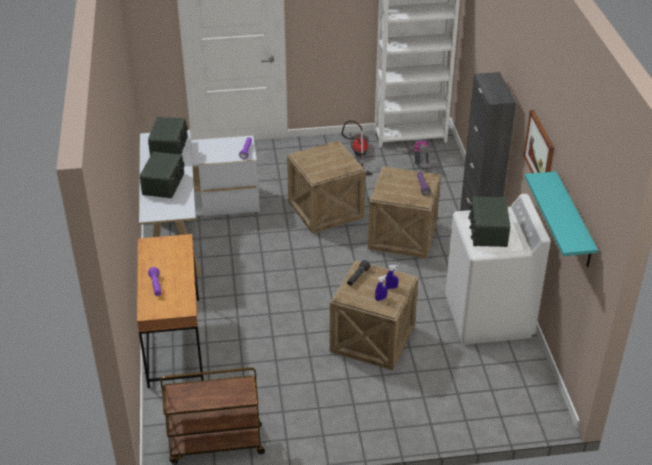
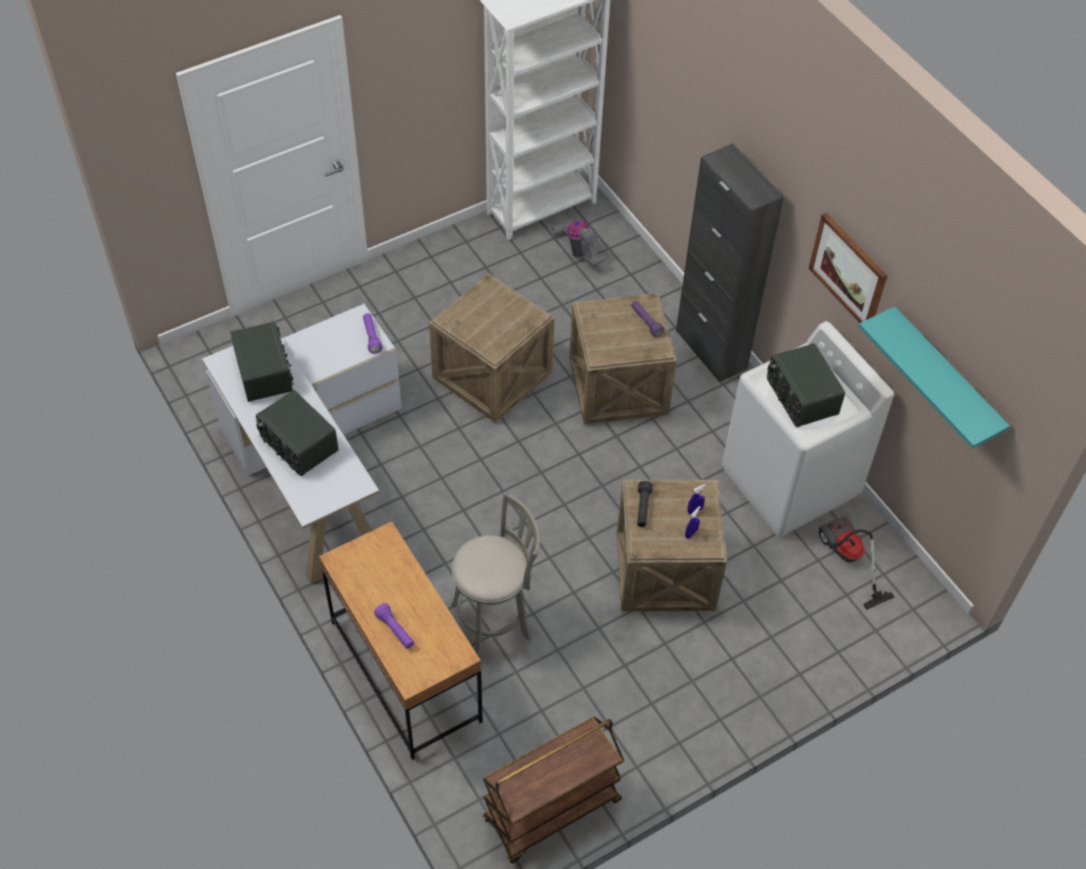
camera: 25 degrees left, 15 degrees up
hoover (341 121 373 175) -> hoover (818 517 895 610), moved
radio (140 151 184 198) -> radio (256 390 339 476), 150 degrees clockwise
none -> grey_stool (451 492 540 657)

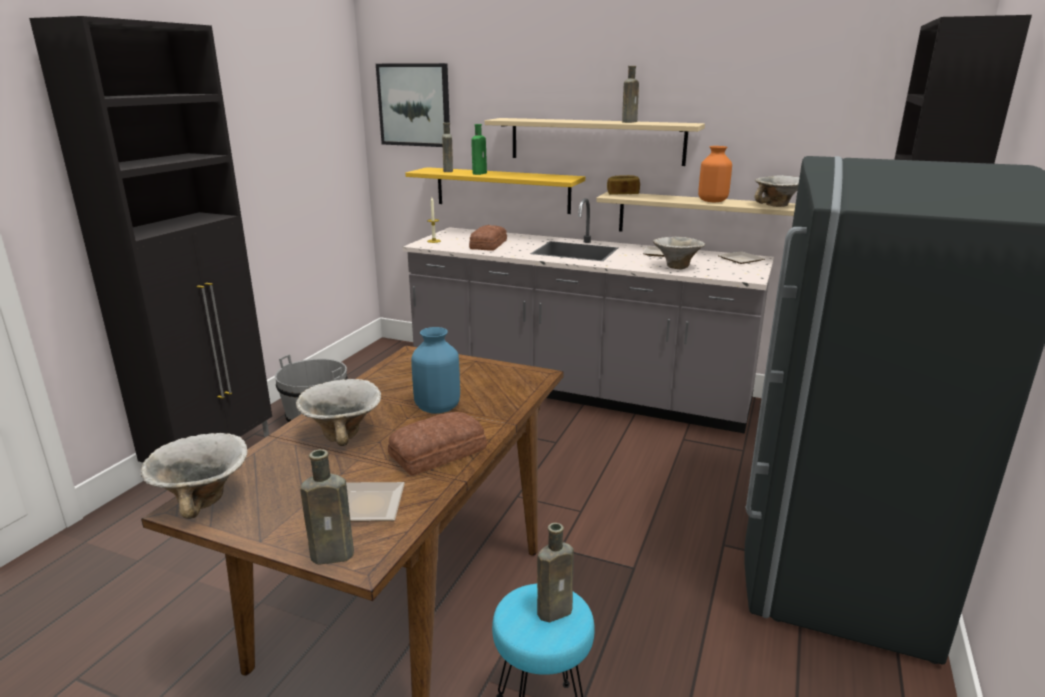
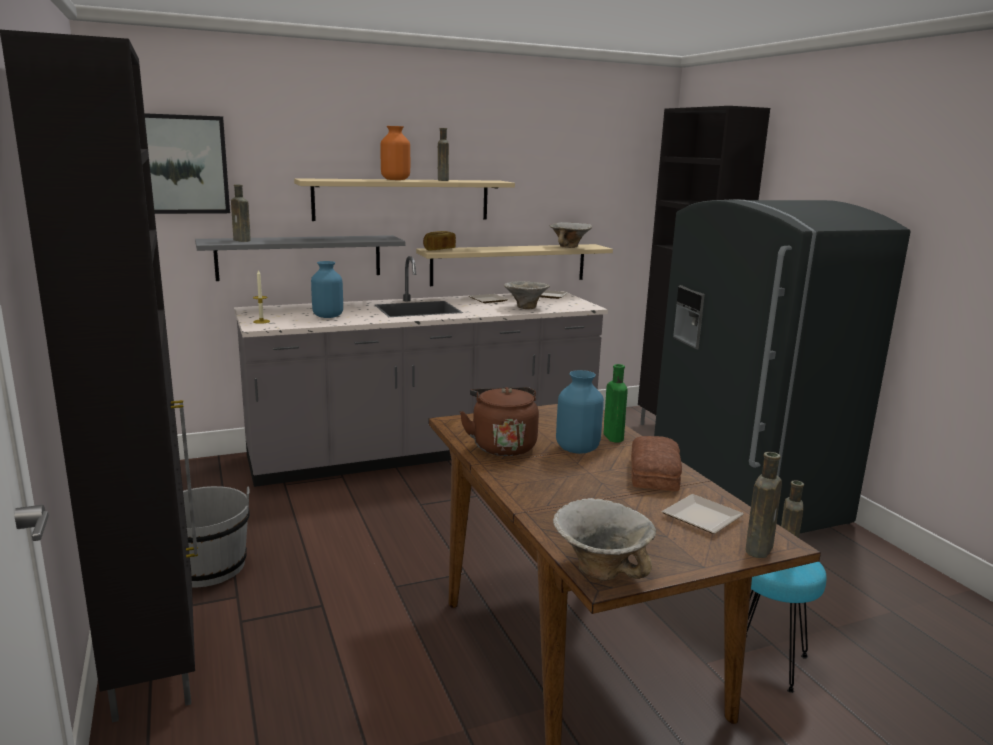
camera: 45 degrees left, 5 degrees down
green-coloured_bottle (471 124 487 175) -> green-coloured_bottle (604 364 628 442), moved
orangey_flower_vase (698 146 732 202) -> orangey_flower_vase (380 126 410 180), moved
yellowish_wall_shelf (405 167 585 214) -> grey_wall_shelf (195 235 406 281)
baked_bread (469 225 507 251) -> blue_flower_vase (311 261 343 318)
deep_dish (296 379 381 446) -> none
none -> brownish_water_kettle (460 387 539 456)

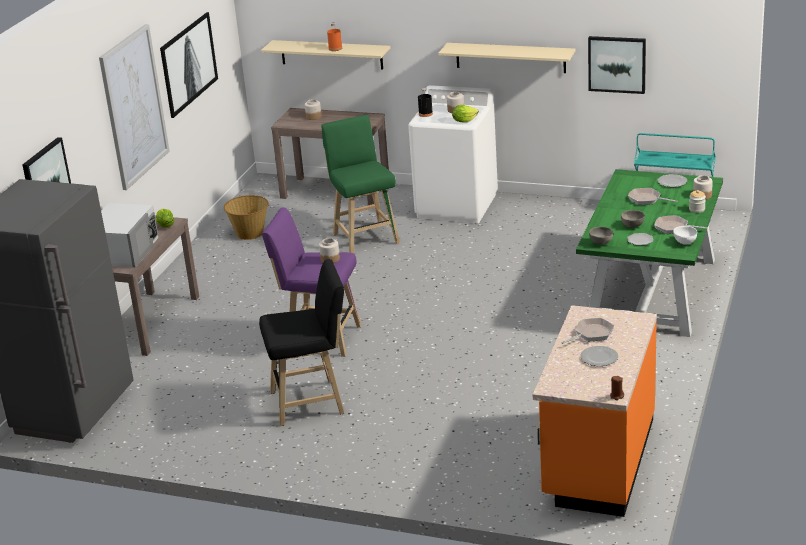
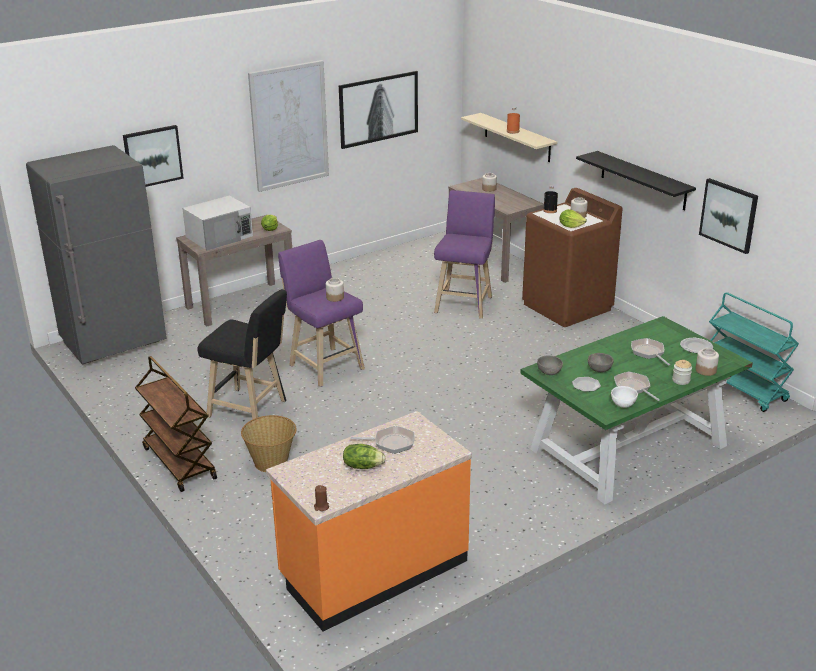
camera: 35 degrees right, 0 degrees up
beige-coloured_wall_shelf (438 43 575 73) -> black_wall_shelf (576 151 696 211)
whitish_laundry_appliance (408 85 498 223) -> brownish_laundry_appliance (522 188 622 327)
green-coloured_stool (321 115 400 253) -> purple-coloured_stool (434 190 495 319)
household_basket (224 195 269 240) -> household_basket (241 415 297 472), moved
plate (580 346 618 366) -> lettuce (343 444 385 469)
none -> brownish_wheeled_cart (135 356 217 492)

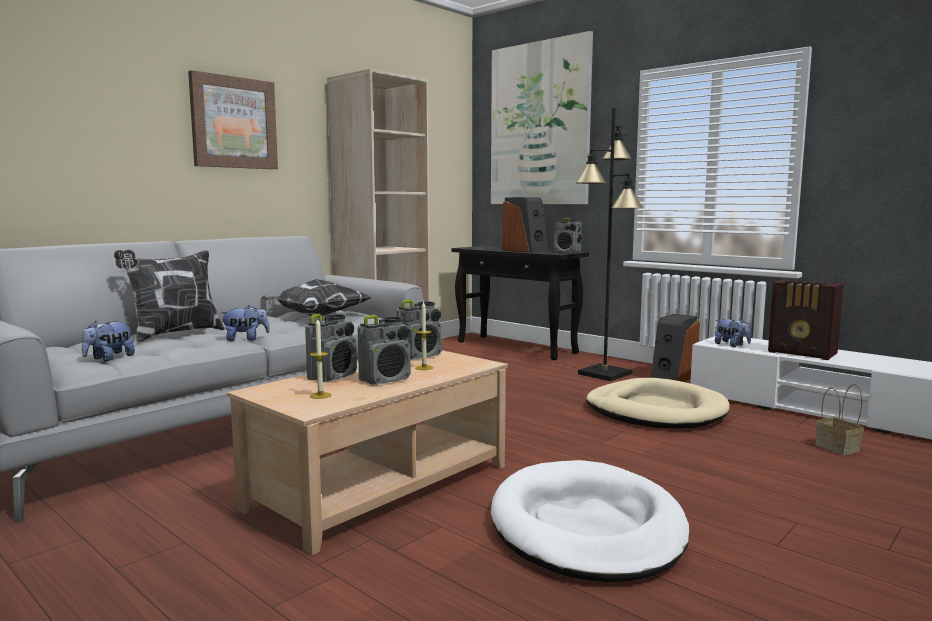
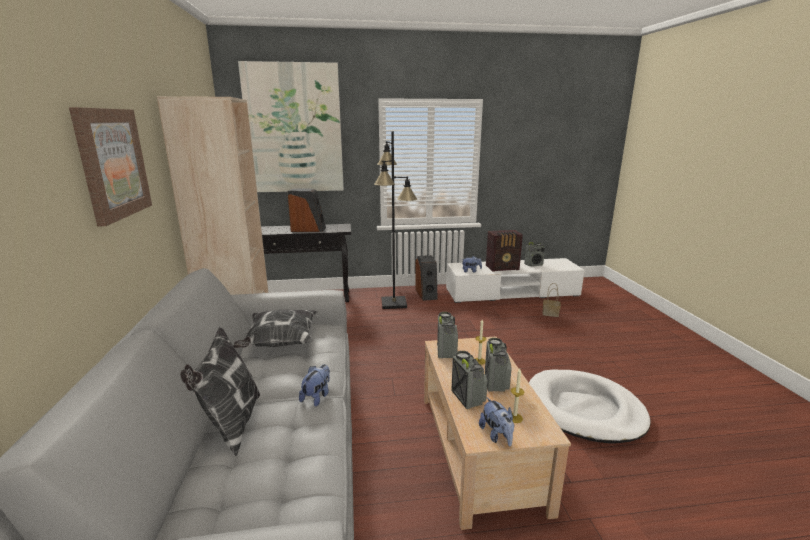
camera: 50 degrees left, 10 degrees up
radio (554 218 582 253) -> radio (524 242 545 267), moved
cuddly_toy (82 321 135 361) -> cuddly_toy (479 397 514 446), moved
beige-coloured_dog_cushion (586 378 730 429) -> none

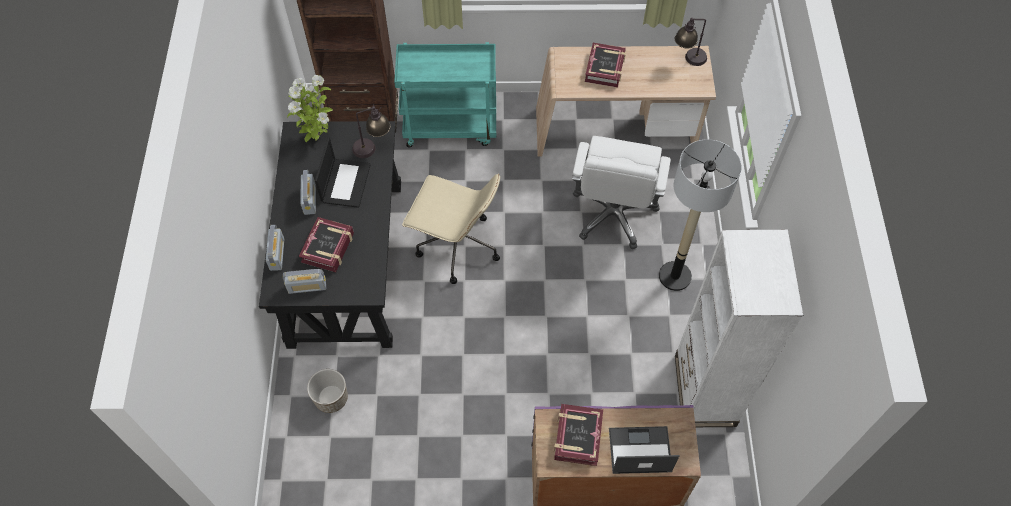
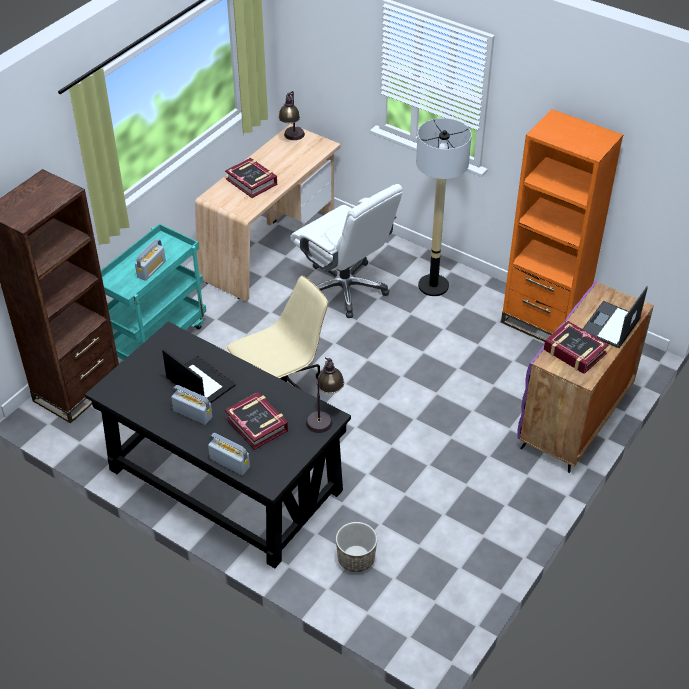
camera: 55 degrees left, 15 degrees down
plant_in_a_pot (288 75 333 142) -> none
table_lamp (352 104 390 158) -> table_lamp (306 357 344 433), moved
whitish_bookshelf (675 230 803 427) -> orangey_bookshelf (501 109 623 342)
radio (283 269 326 294) -> radio (135 239 166 281), moved

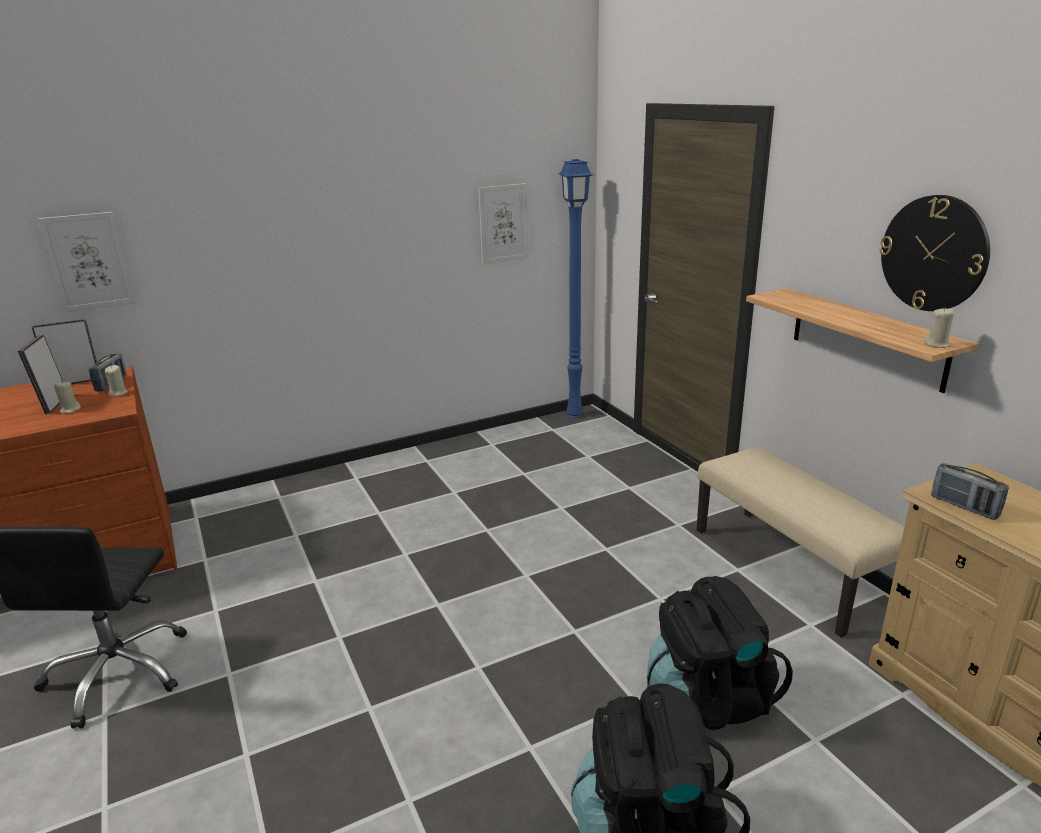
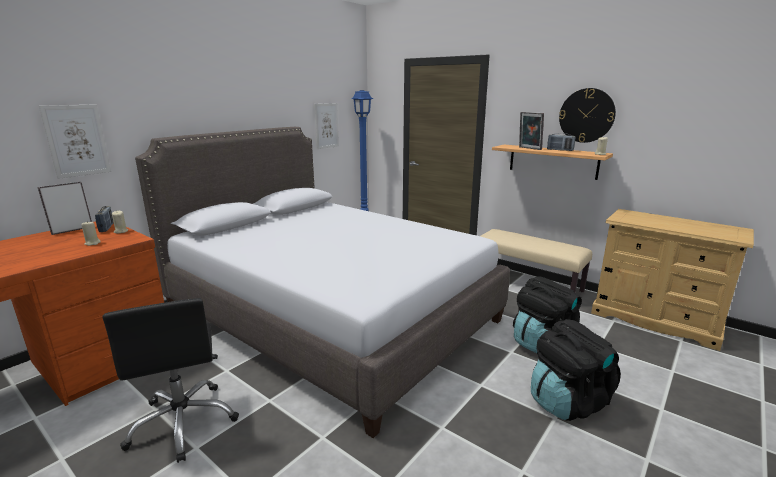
camera: 25 degrees left, 5 degrees down
picture_frame (18 334 63 414) -> picture_frame (519 112 544 150), moved
radio (931 463 1009 520) -> radio (547 133 576 151), moved
none -> grey_sleeping_bed (135 127 510 438)

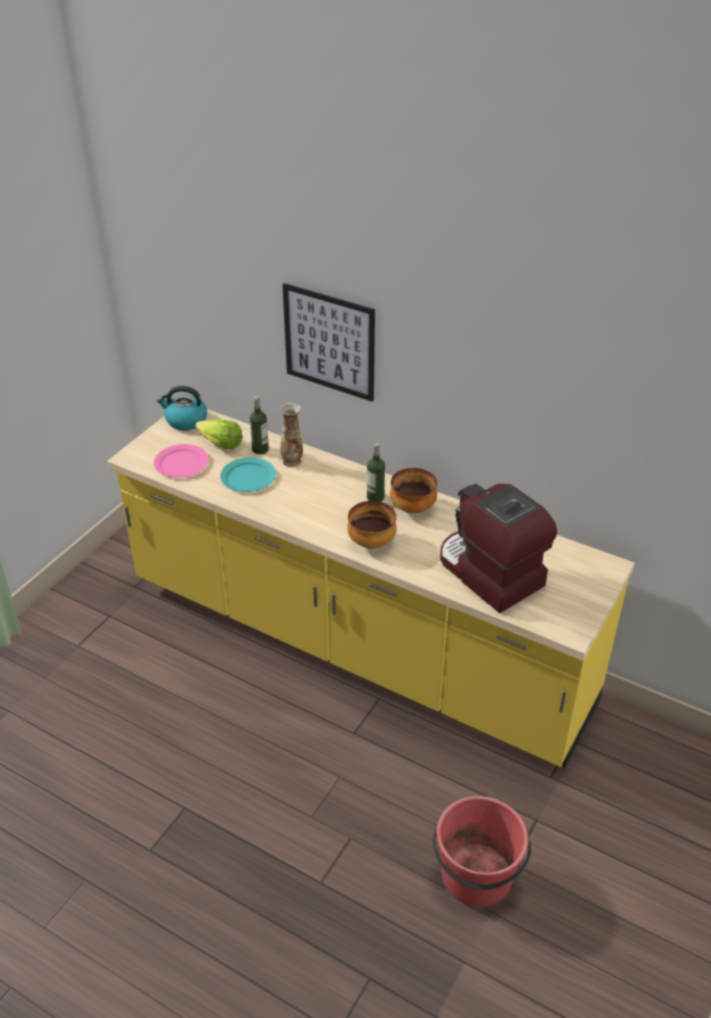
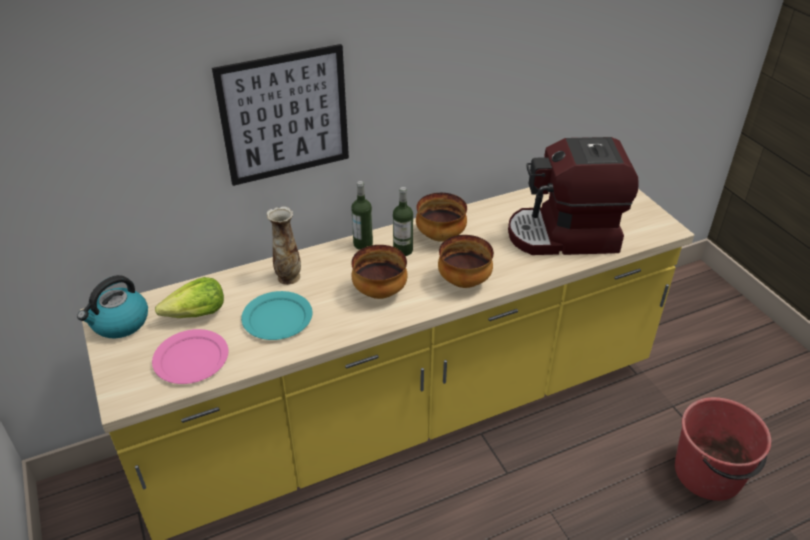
camera: 55 degrees left, 0 degrees up
bottle (250 396 269 454) -> bottle (351 181 373 250), moved
none -> deep_dish (351 245 407 299)

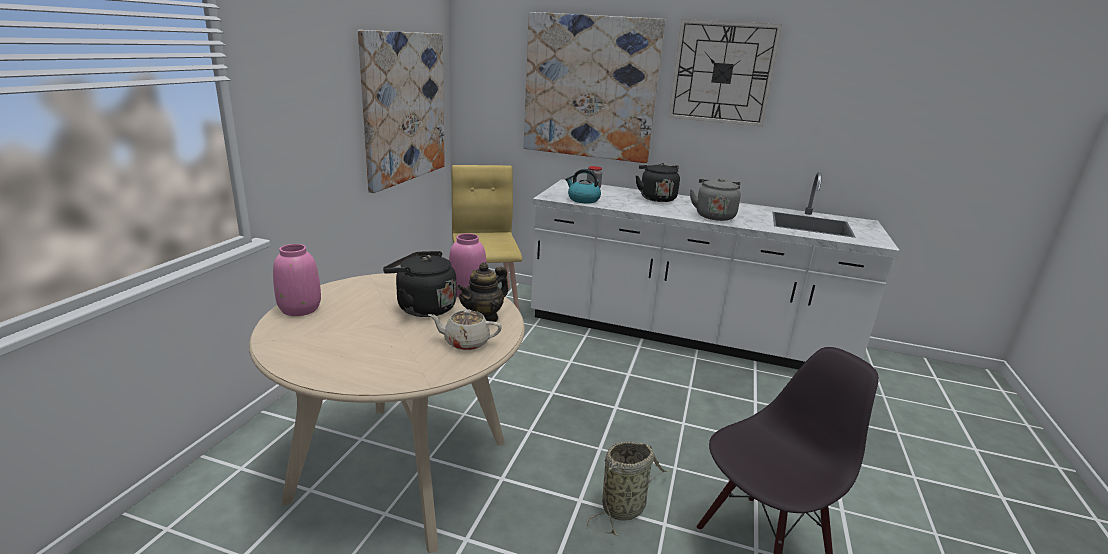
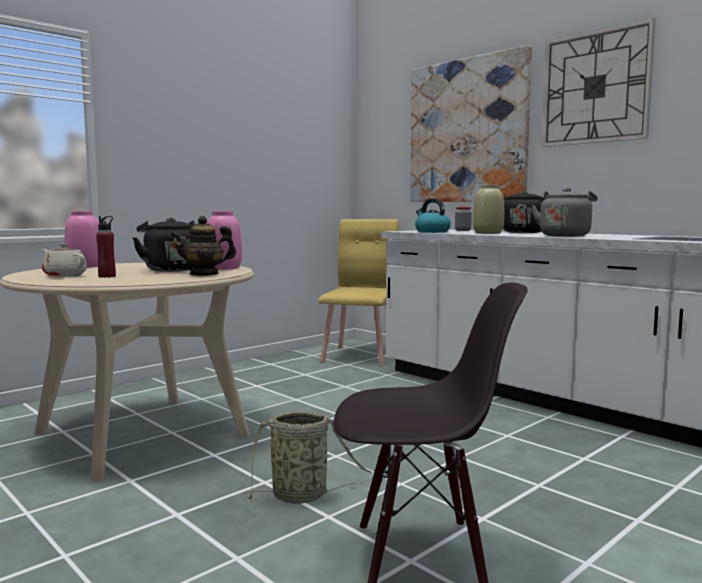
camera: 30 degrees right, 15 degrees down
picture (358 30 445 193) -> none
beige-coloured_teapot (428 309 502 350) -> beige-coloured_teapot (42 243 87 277), moved
none -> beige-coloured_flower_vase (473 184 504 234)
none -> red_bottle (96 216 116 278)

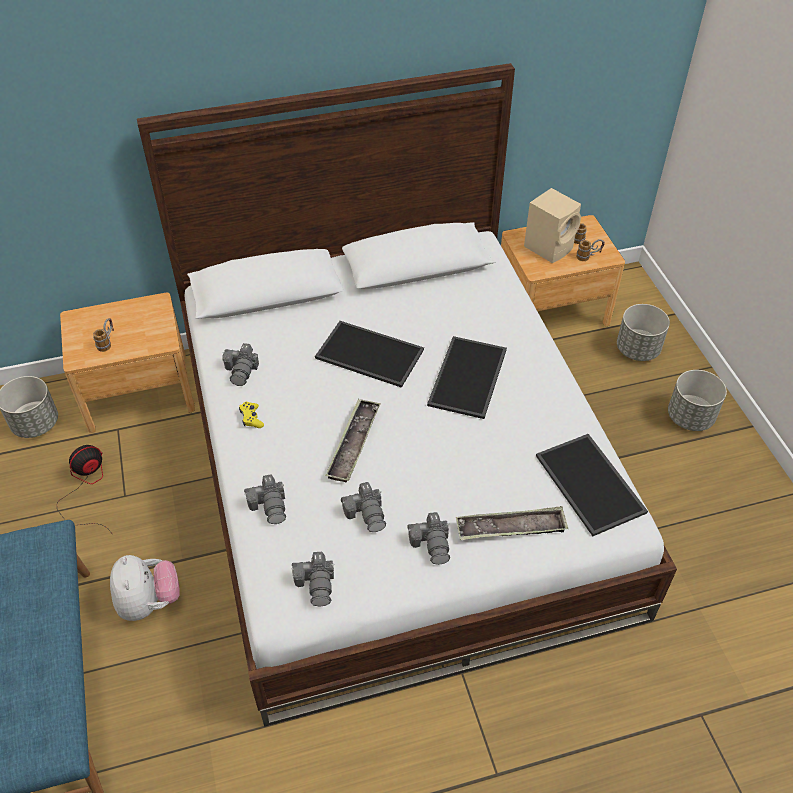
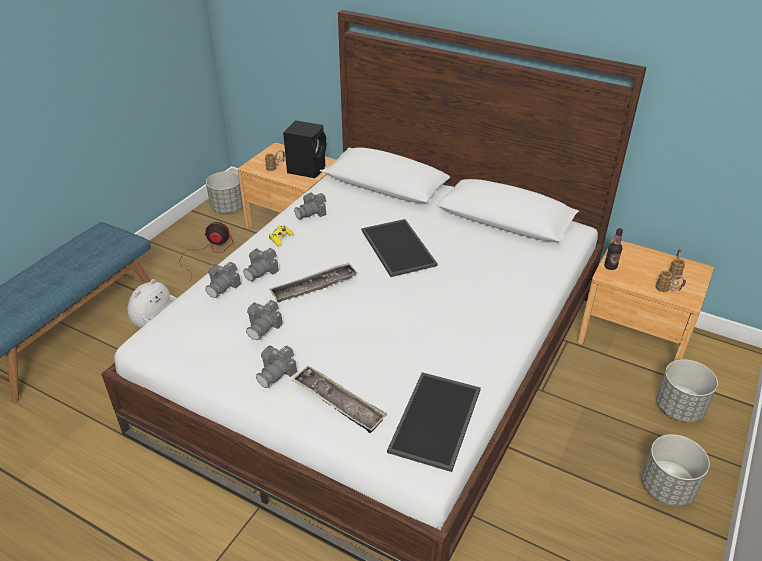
camera: 45 degrees right, 10 degrees down
beige-coloured_speaker (524 188 581 263) -> none
tray (427 336 507 419) -> none
photo_camera (291 552 334 607) -> photo_camera (243 248 279 281), moved
none -> black_speaker (283 120 326 178)
none -> bottle (604 228 623 270)

